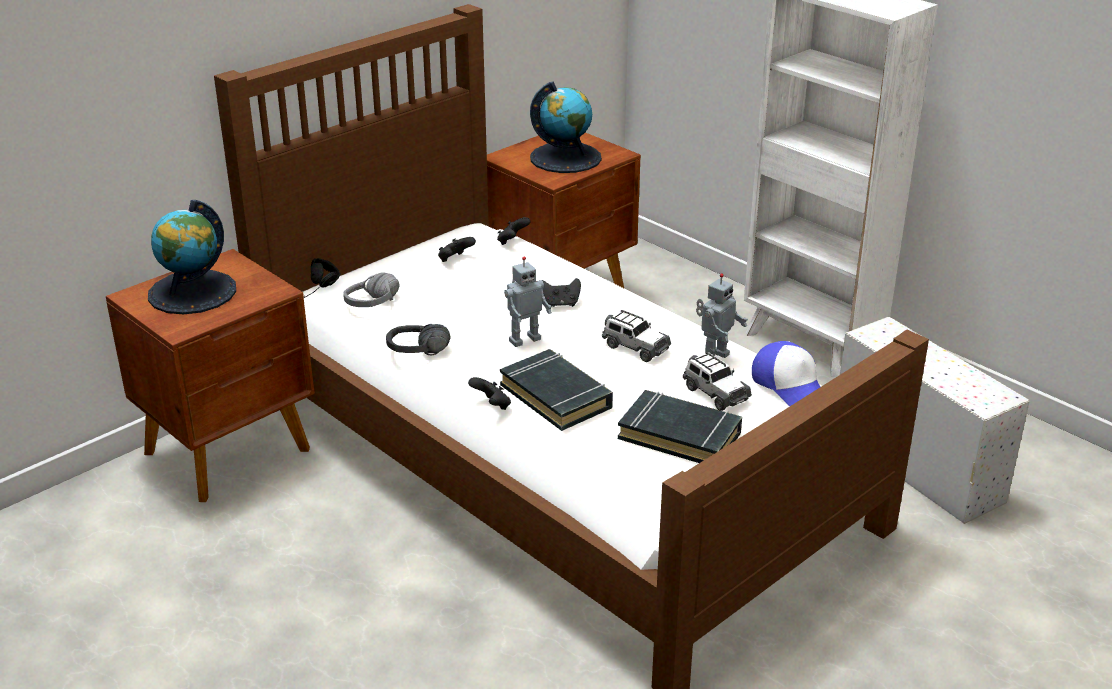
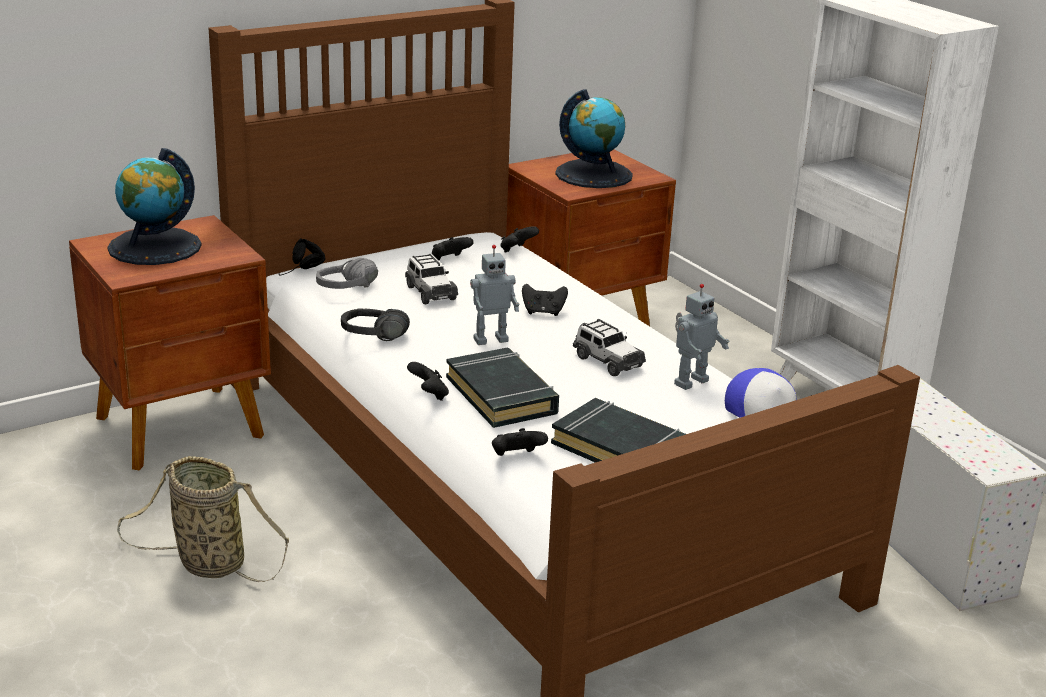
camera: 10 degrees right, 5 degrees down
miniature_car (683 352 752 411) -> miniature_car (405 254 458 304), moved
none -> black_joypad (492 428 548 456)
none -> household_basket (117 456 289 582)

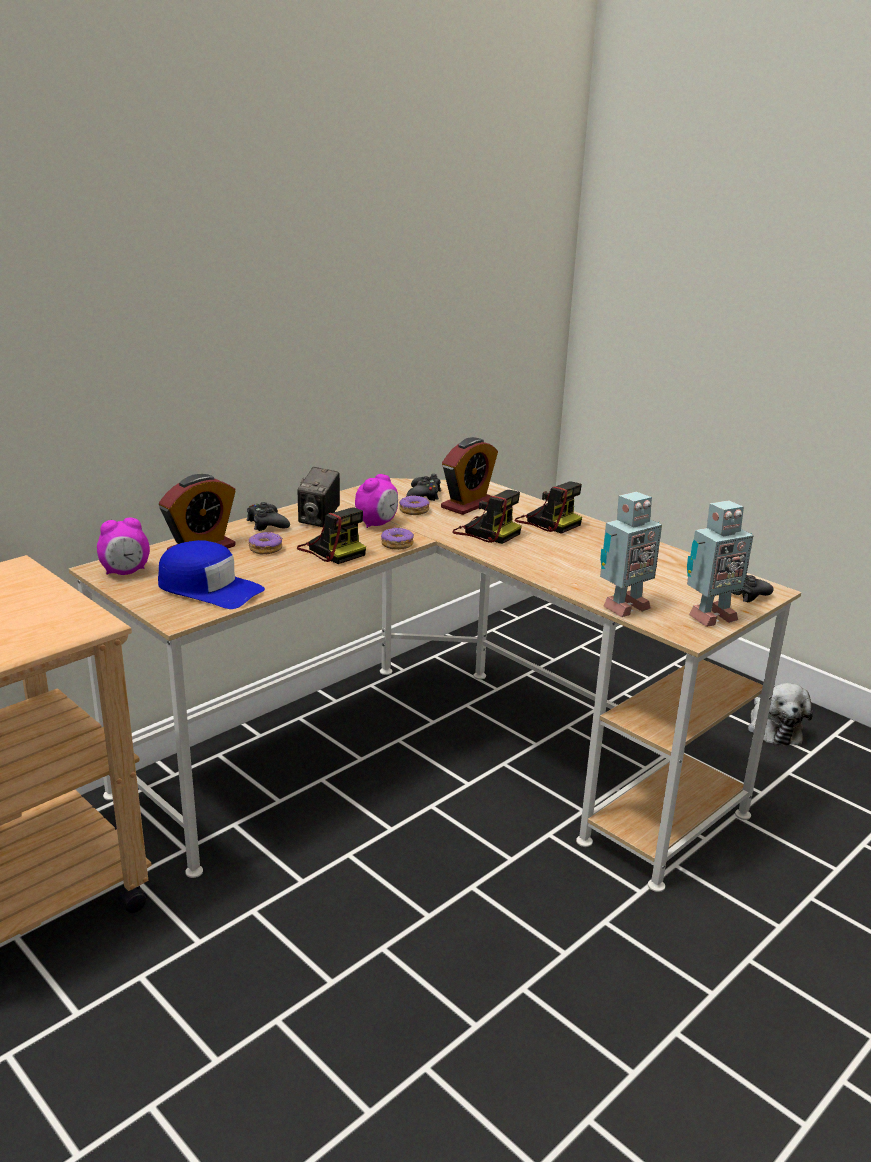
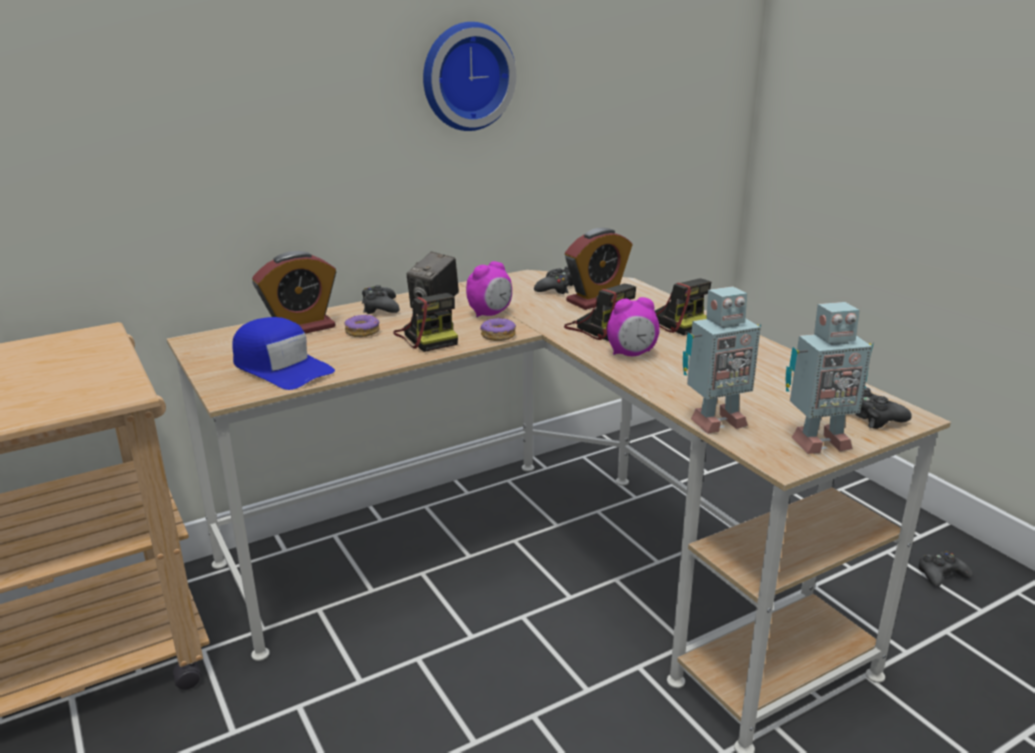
camera: 15 degrees right, 0 degrees up
doughnut (399 495 429 515) -> none
table_clock (97 517 150 575) -> table_clock (607 297 660 356), moved
cuddly_toy (748 683 813 746) -> black_joypad (918 551 973 587)
none -> hanging_clock (423 22 516 131)

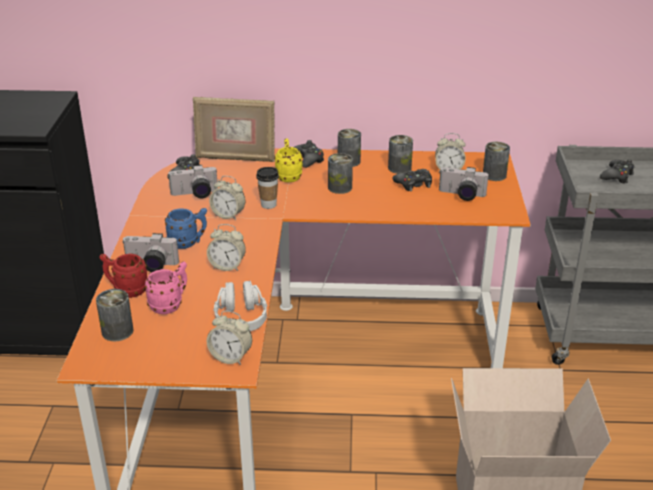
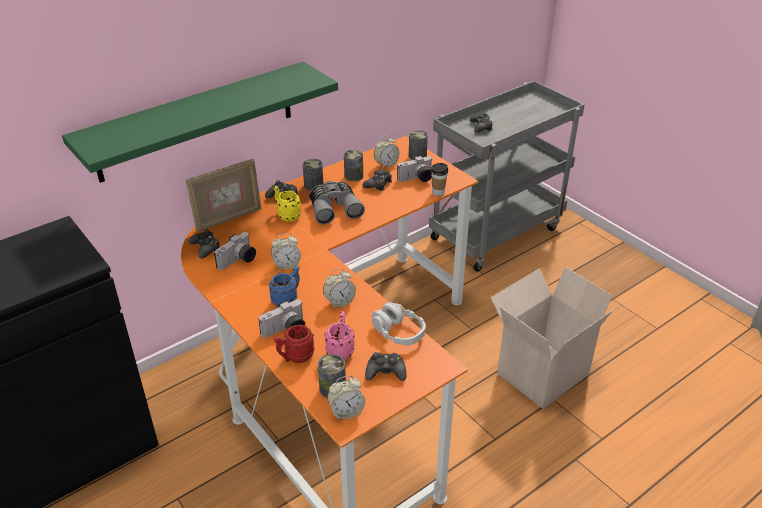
camera: 40 degrees left, 5 degrees up
can (328 153 353 194) -> grey_field_glasses (309 181 365 225)
cup (256 167 279 209) -> cup (431 163 448 196), moved
table_clock (207 311 252 365) -> table_clock (327 376 365 419), moved
none -> green-coloured_wall_shelf (62 61 338 183)
none -> black_joypad (365 352 406 381)

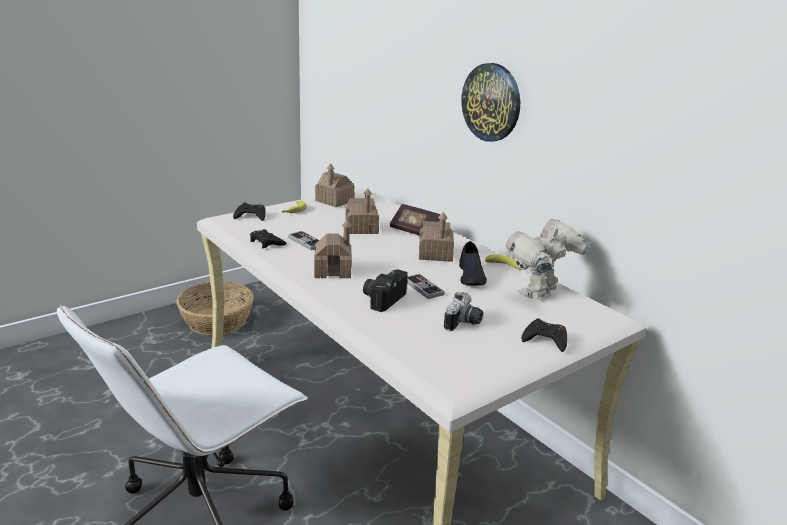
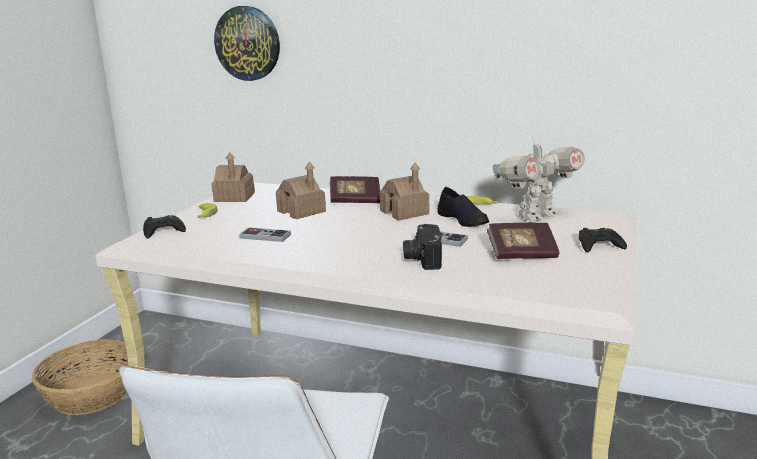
camera: 30 degrees left, 5 degrees down
hanging_clock (461 63 520 142) -> hanging_clock (214 6 280 81), moved
model_robot (506 219 590 300) -> model_robot (493 137 585 221), 135 degrees counterclockwise
toy_house (314 220 352 278) -> none
black_joypad (250 229 287 248) -> none
photo_camera (444 292 483 331) -> bound_book (487 223 560 259)

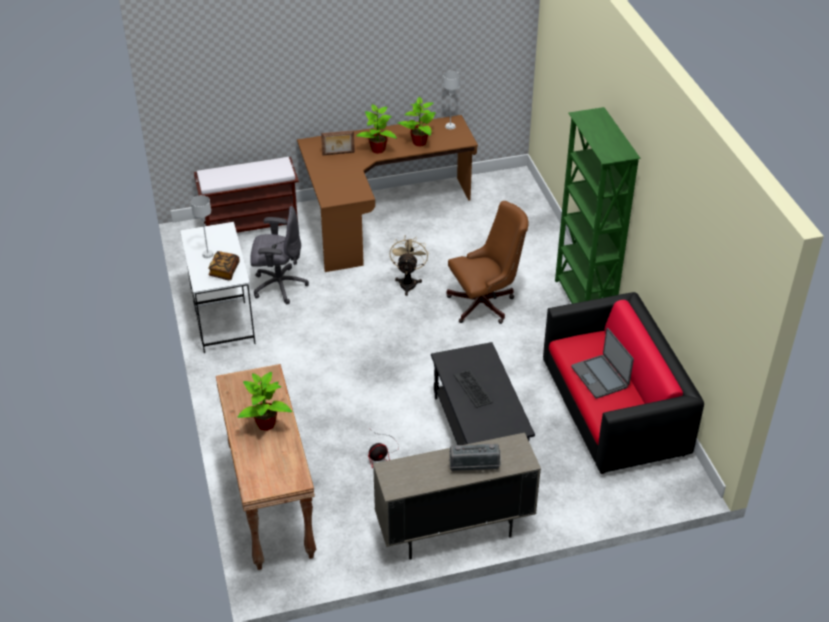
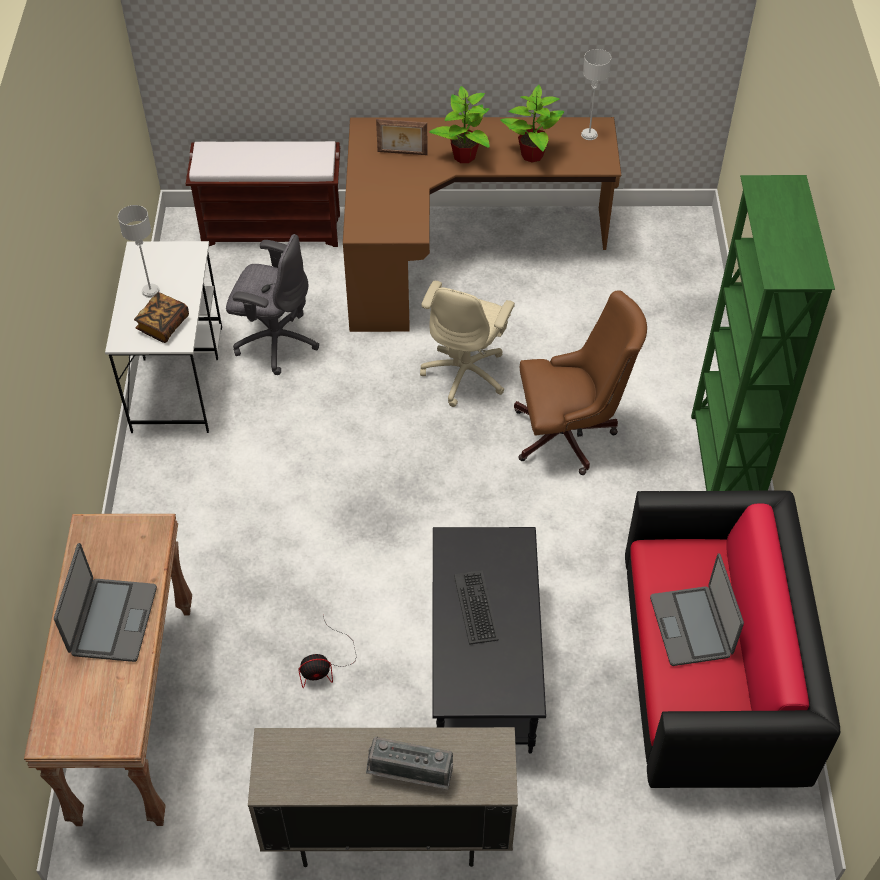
camera: 15 degrees right, 10 degrees up
beige-coloured_electric_fan (390 235 428 296) -> beige-coloured_office_chair (420 281 515 407)
plant_in_a_pot (238 372 292 431) -> notebook_computer (54 543 157 662)

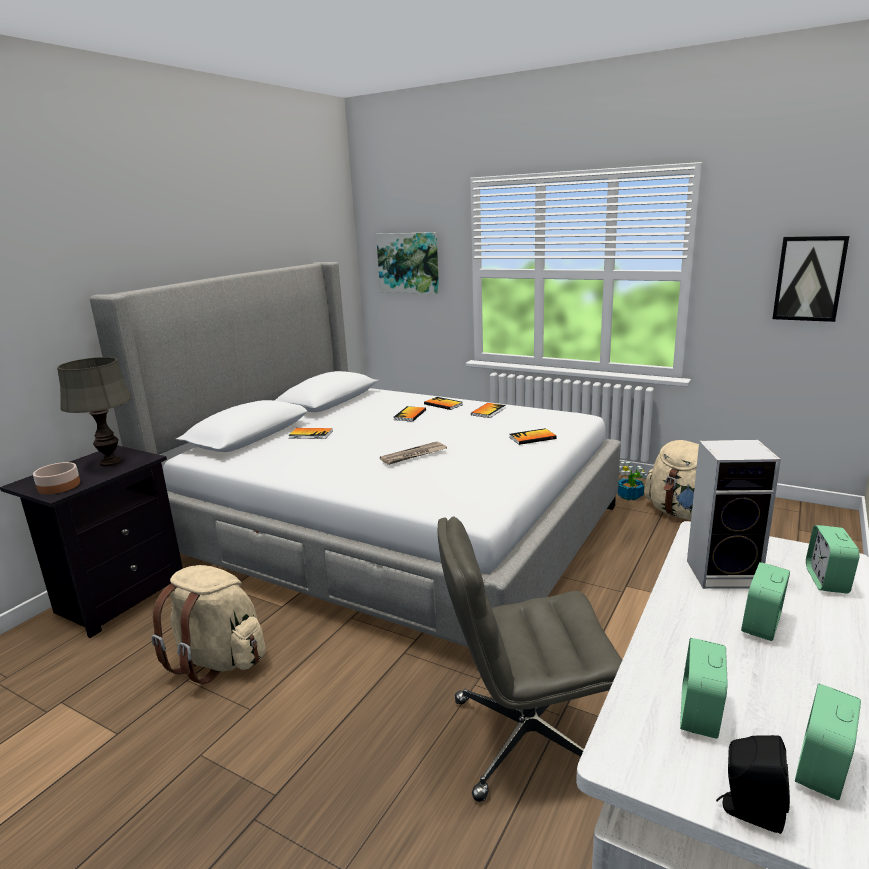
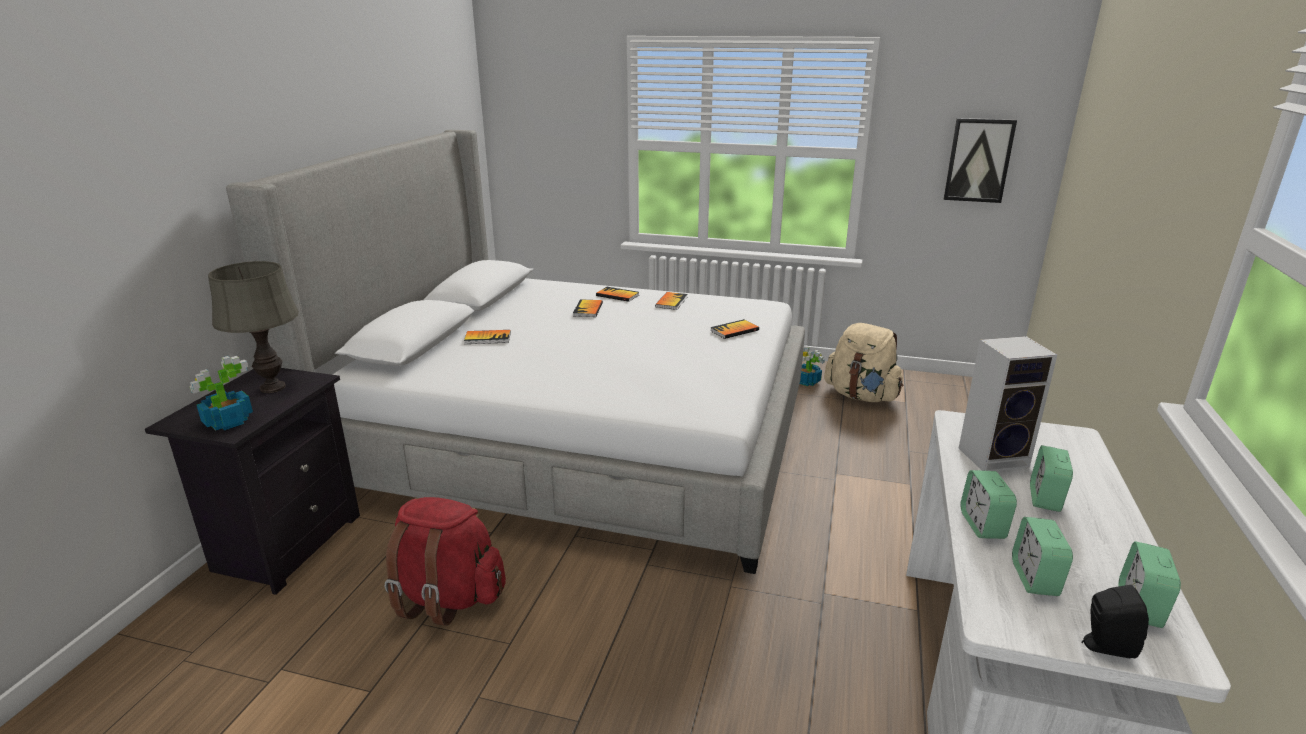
camera: 15 degrees left, 5 degrees up
picture (376 232 439 294) -> none
printed_paper (380 441 447 465) -> none
deep_dish (33 462 80 494) -> plant_in_a_pot (190 356 253 430)
grey_office_chair (438 517 622 802) -> none
table_clock (806 525 860 594) -> table_clock (960 470 1017 539), moved
beige-coloured_rucksack (151 565 266 684) -> red_rucksack (385 497 506 626)

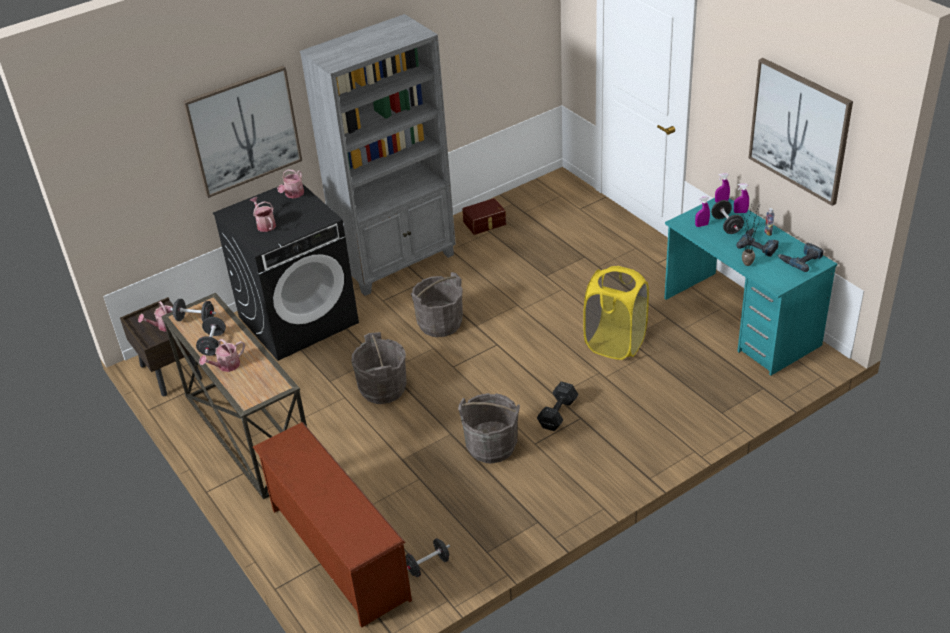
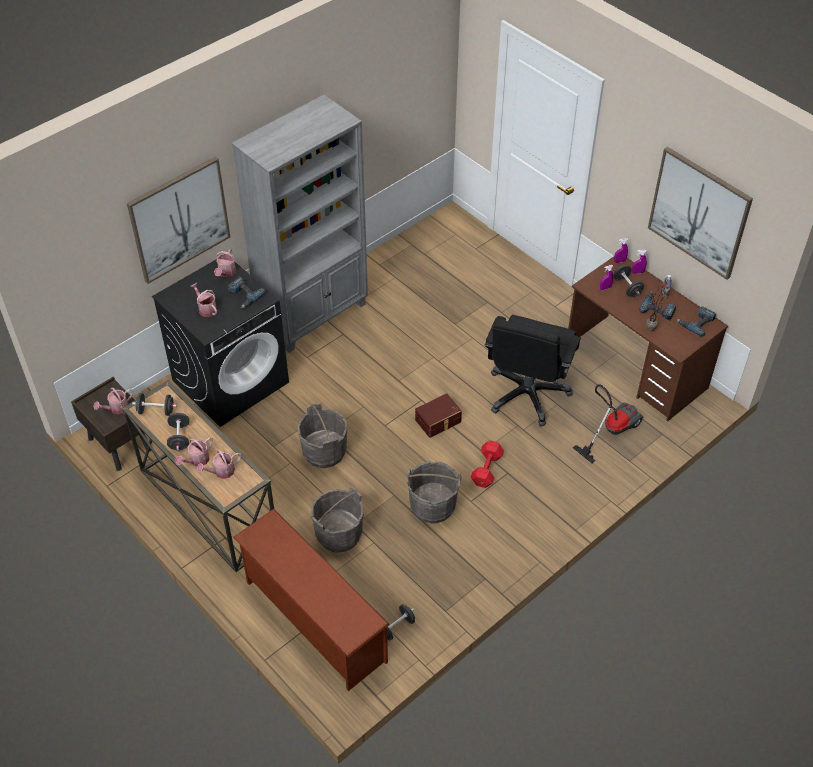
camera: 10 degrees left, 10 degrees up
brownish_storage_box (462 198 506 235) -> brownish_storage_box (415 393 462 438), moved
blue-green_desk (664 198 837 376) -> brownish_desk (568 257 728 421)
yellowish_washing_basket (584 266 649 360) -> black_office_chair (485 315 581 426)
grey_water_bucket (411 272 463 337) -> grey_water_bucket (311 487 363 553), moved
black_dumbbell (537 382 579 431) -> red_dumbbell (471 441 504 488)
none -> power_drill (228 277 266 308)
none -> hoover (572 384 644 463)
none -> watering_can (197 449 241 479)

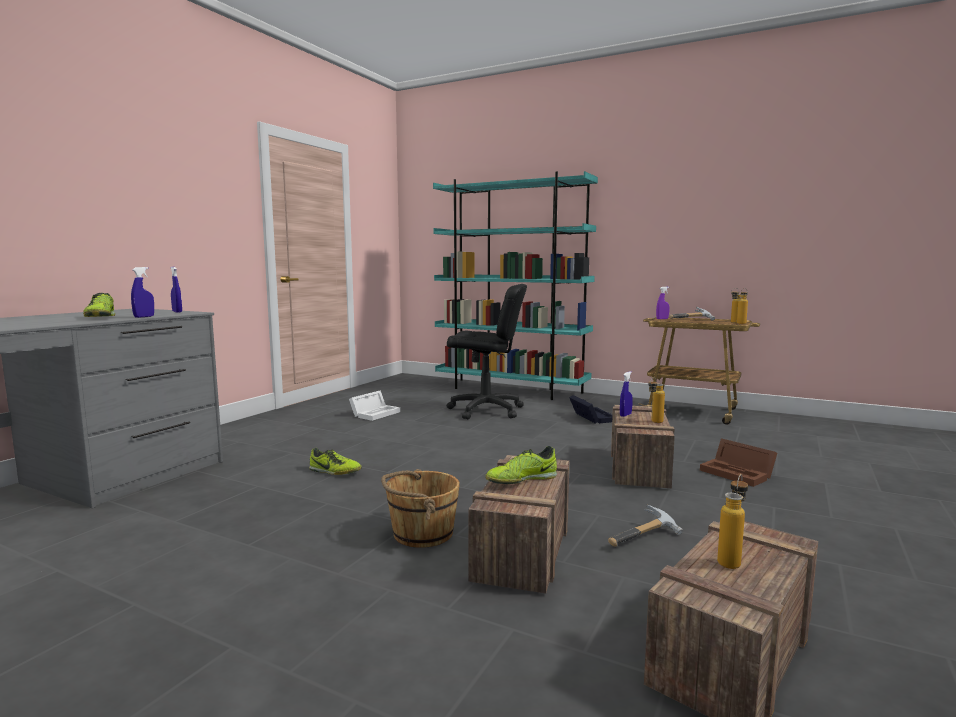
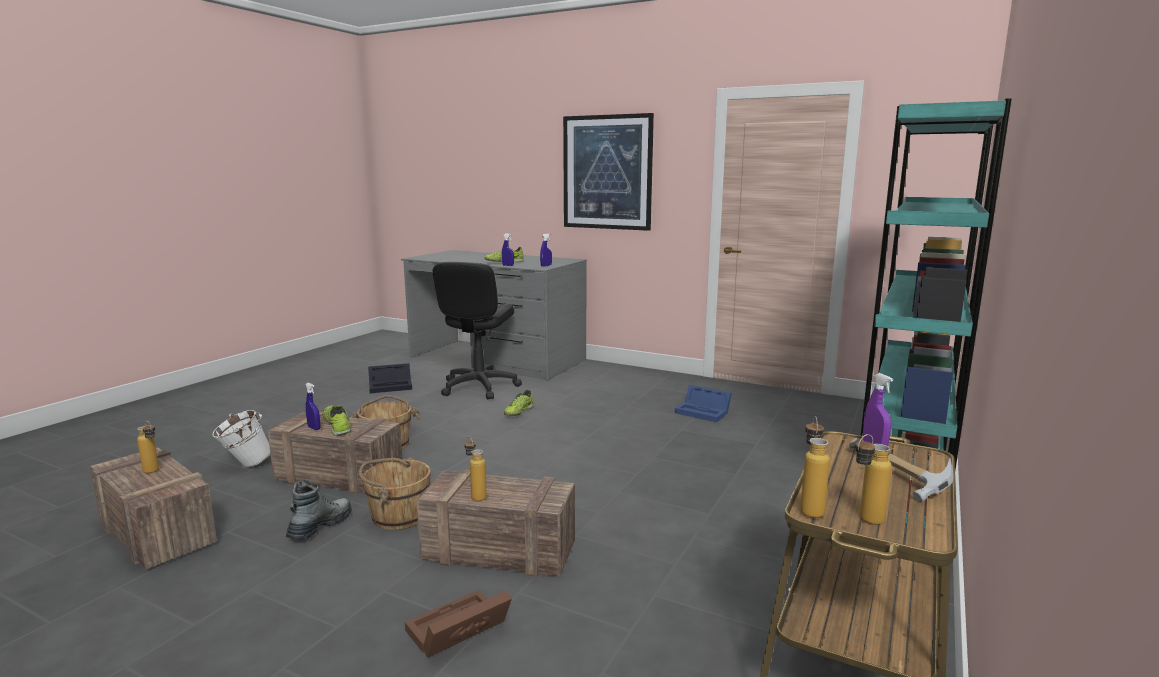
camera: 90 degrees right, 5 degrees up
black_office_chair (447 284 527 419) -> black_office_chair (432 262 522 399), moved
blue_sprayer (620 371 633 417) -> blue_sprayer (306 383 320 430), moved
whitish_storage_box (349 390 400 421) -> blue_storage_box (675 385 732 422)
black_storage_box (569 395 613 423) -> black_storage_box (368 363 412 393), moved
tool_hammer (608 505 683 547) -> boot (286 480 352 540)
none -> picture (563 113 654 231)
none -> whitish_water_bucket (212 410 270 468)
none -> brownish_water_bucket (359 457 431 530)

